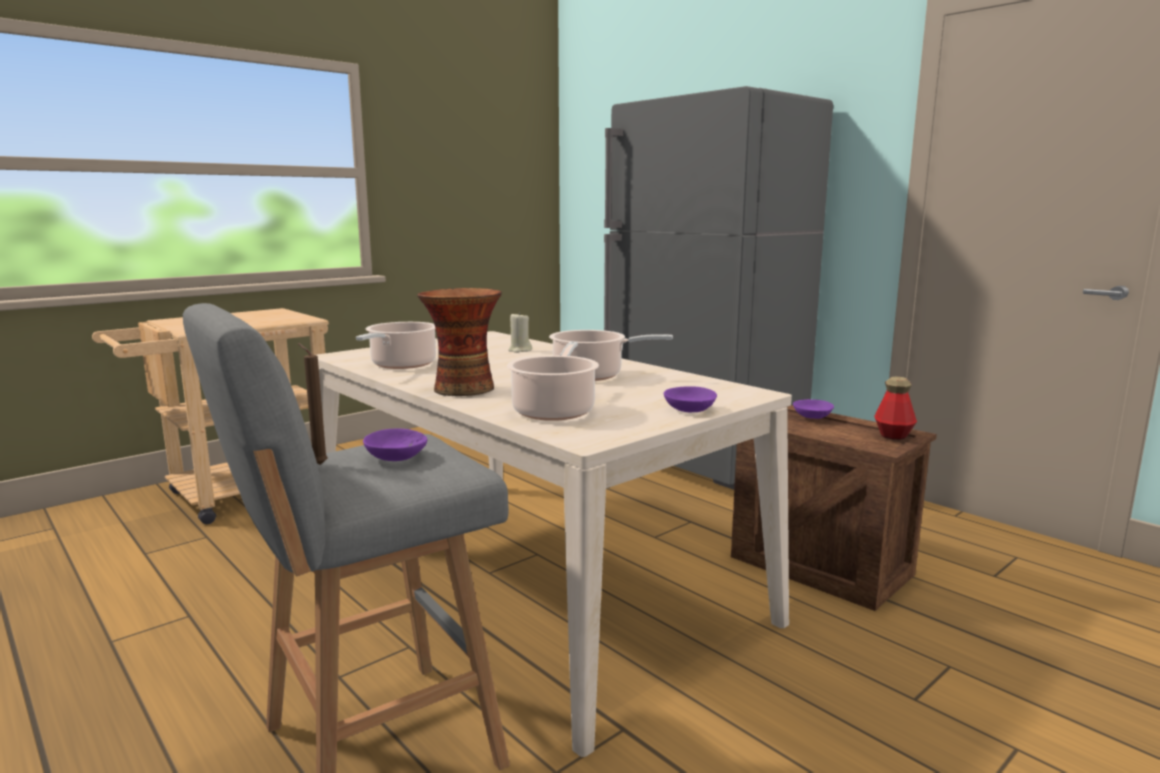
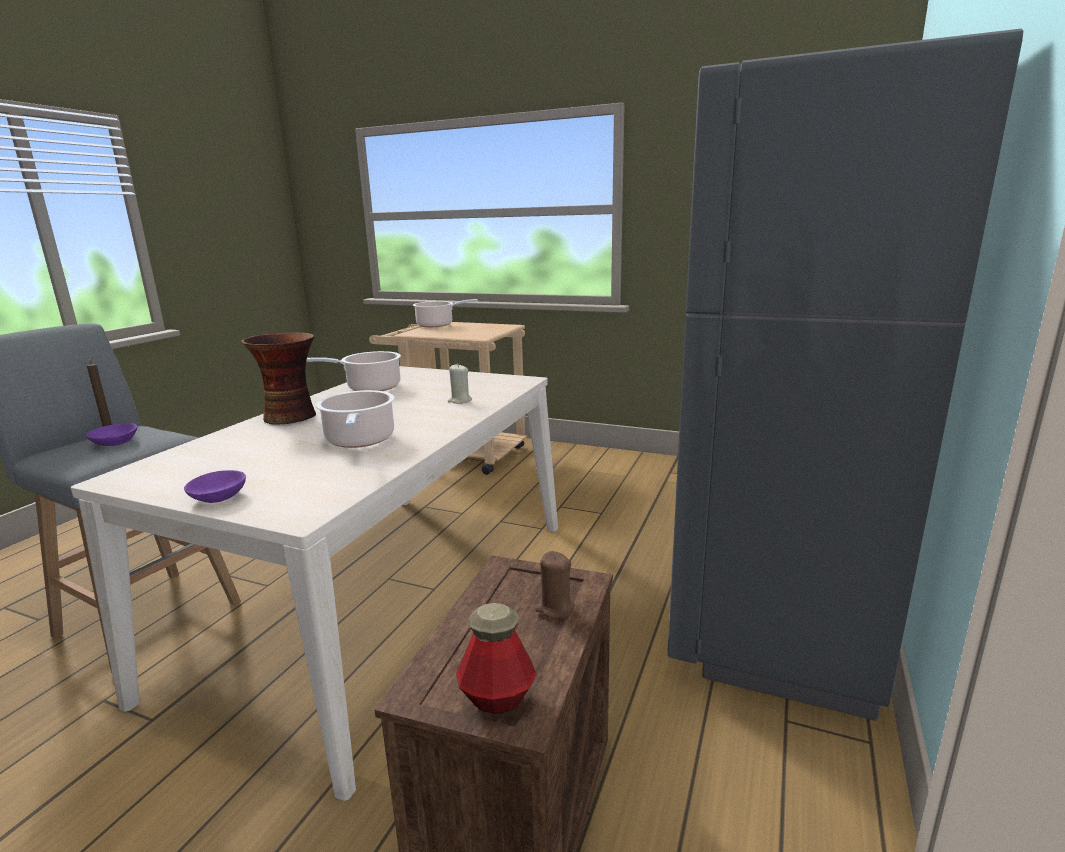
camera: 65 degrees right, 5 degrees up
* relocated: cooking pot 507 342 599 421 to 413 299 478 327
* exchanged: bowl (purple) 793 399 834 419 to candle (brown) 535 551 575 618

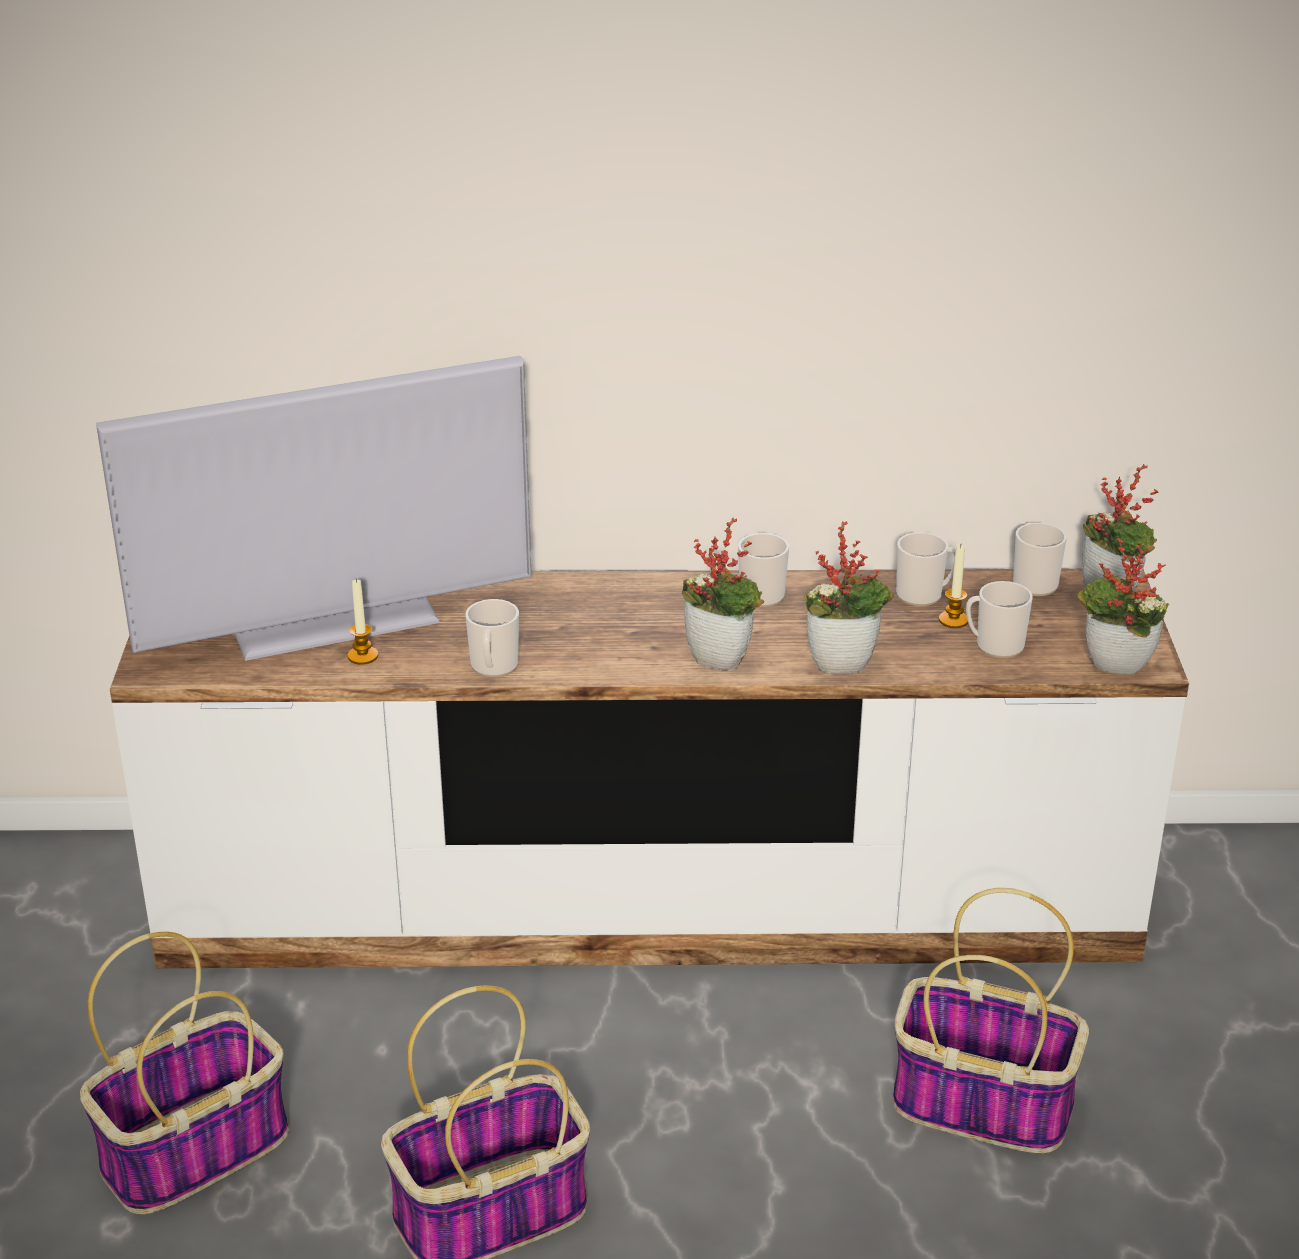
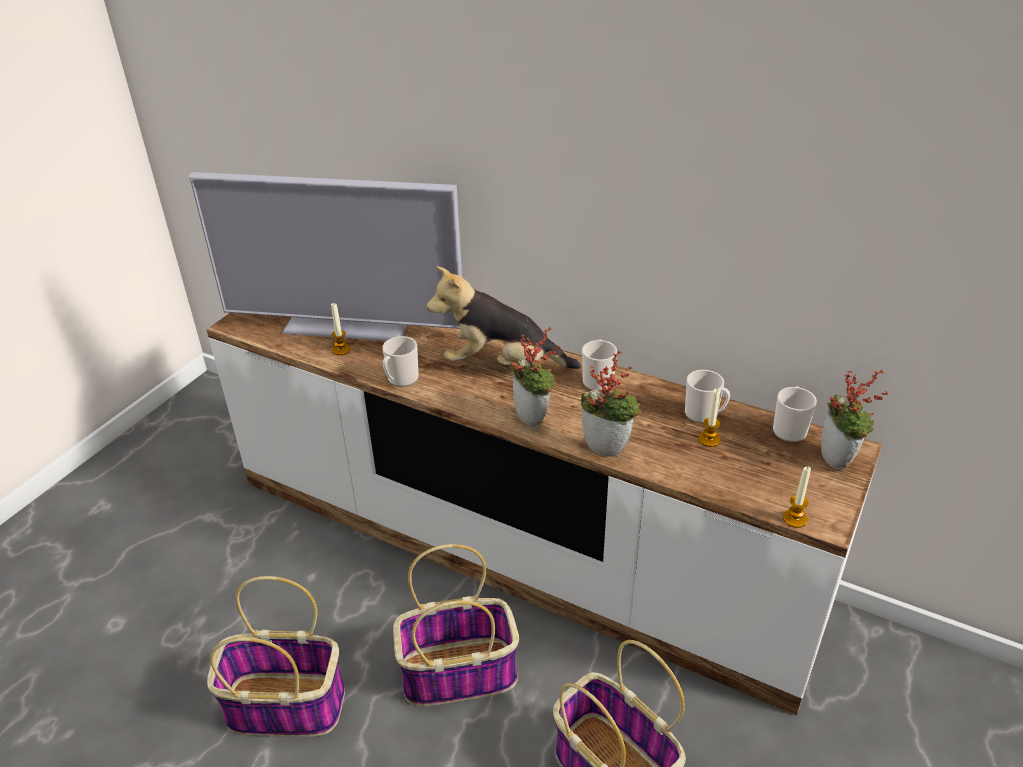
camera: 30 degrees right, 5 degrees up
* relocated: basket 80 931 289 1215 to 393 544 519 706
* appeared: plush toy 427 266 581 369
* exchanged: potted plant 1078 538 1169 674 to candle 783 466 811 528
* missing: mug 966 581 1033 658

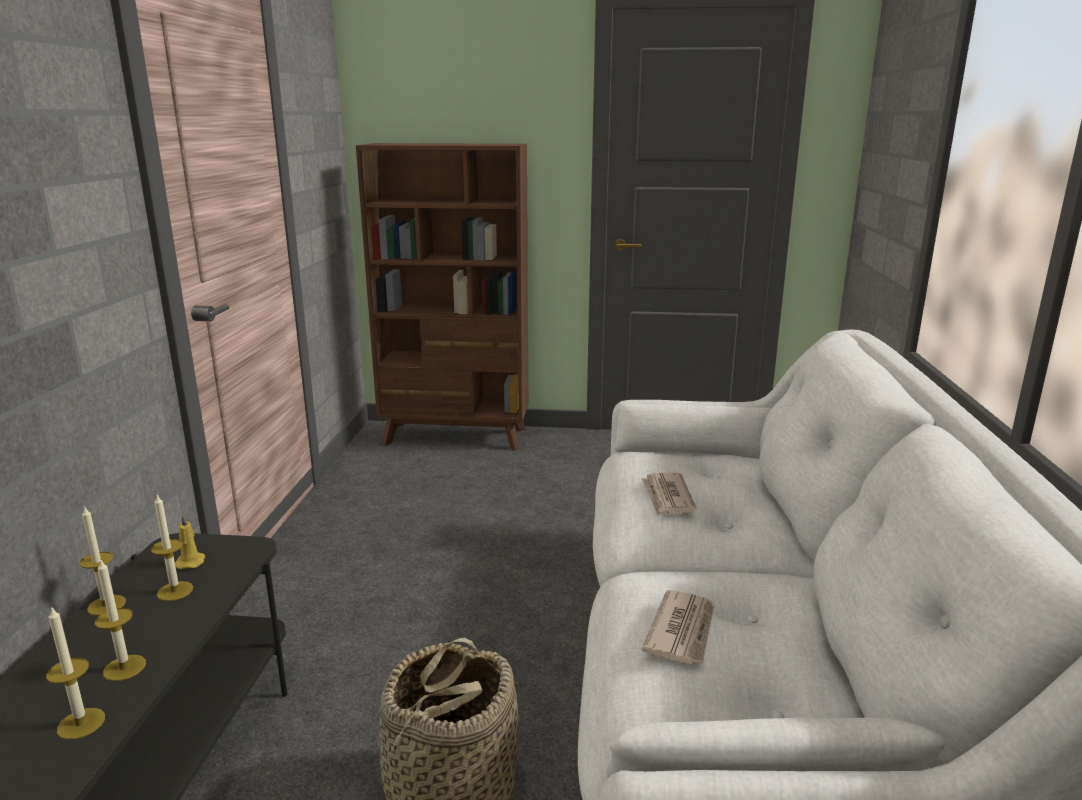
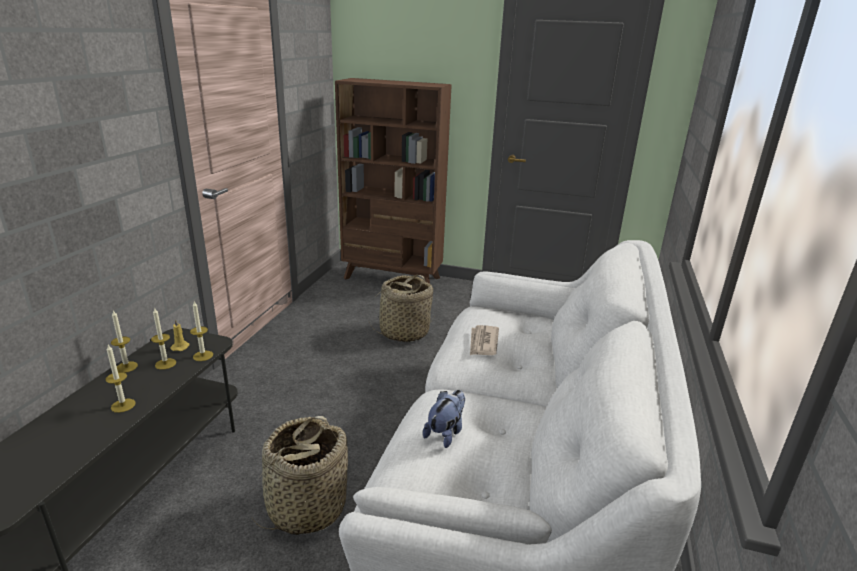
camera: 10 degrees right, 5 degrees up
* relocated: candle 46 606 105 740 to 190 301 213 361
* appeared: basket 369 275 434 342
* exchanged: newspaper 641 590 714 664 to plush toy 423 390 465 448

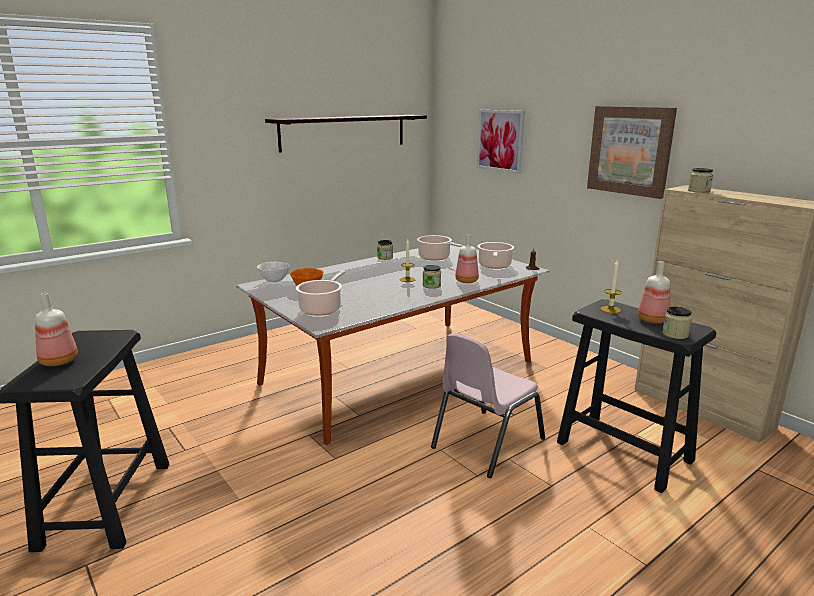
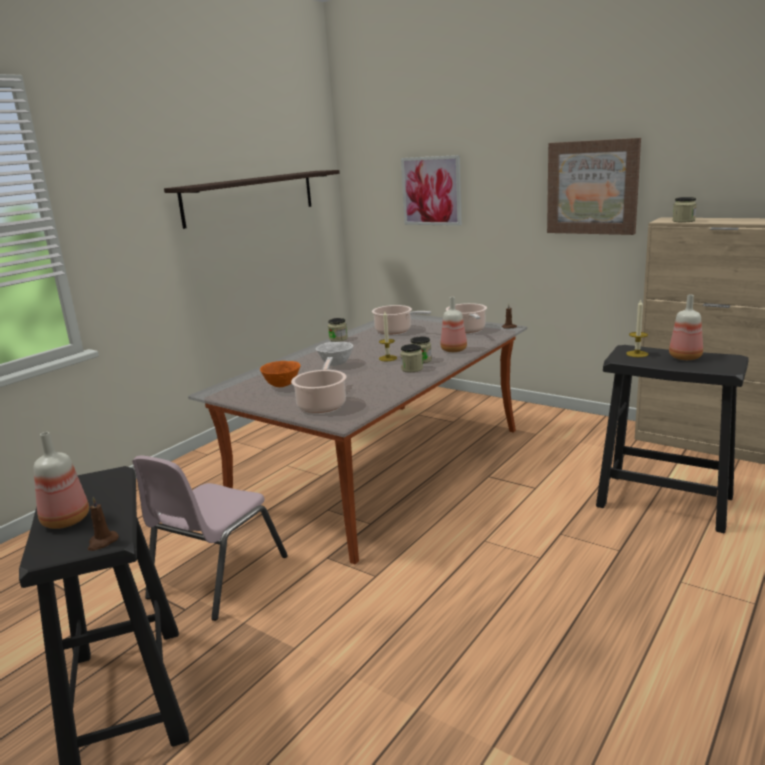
camera: 15 degrees left, 0 degrees up
* appeared: candle (brown) 88 497 119 551
* relocated: chair (pink) 431 333 545 478 to 132 456 288 621
* relocated: bowl (white) 257 262 290 282 to 316 342 353 366
* relocated: jar 662 306 692 339 to 400 344 423 372

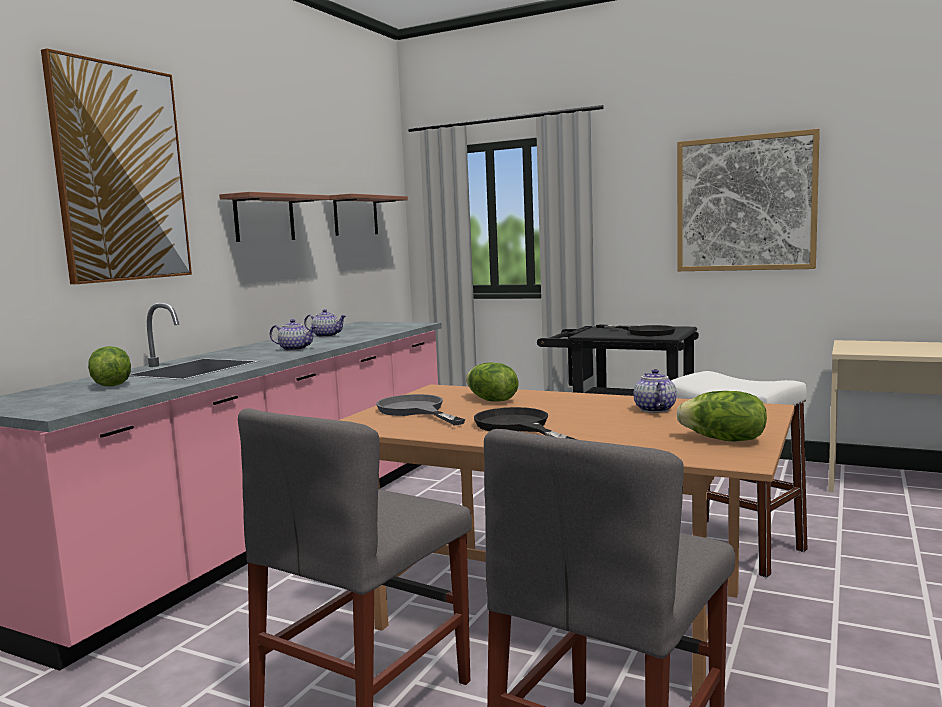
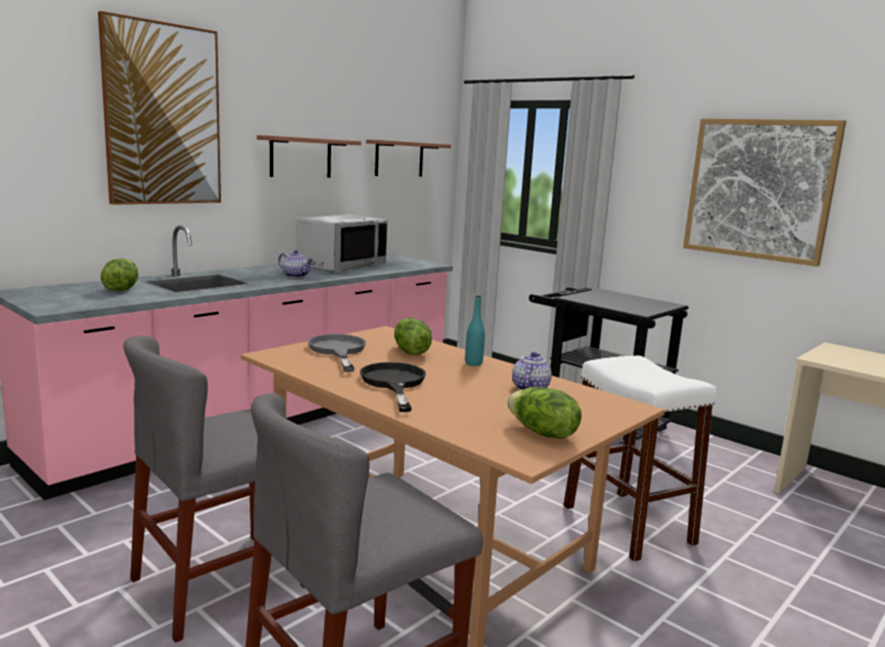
camera: 15 degrees right, 5 degrees up
* exchanged: teapot 304 309 346 337 to microwave (grey) 296 214 388 271
* appeared: bottle (turquoise) 465 295 485 366
* missing: frying pan (black) 596 324 676 336

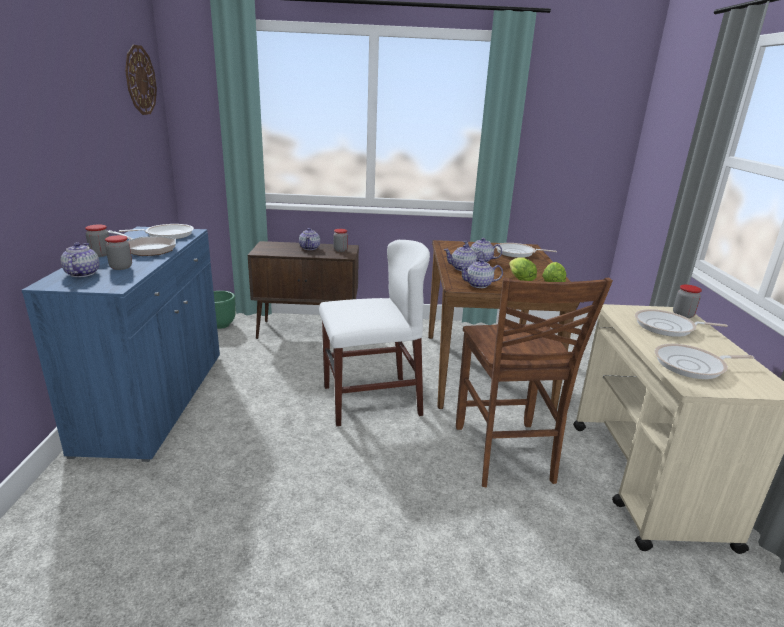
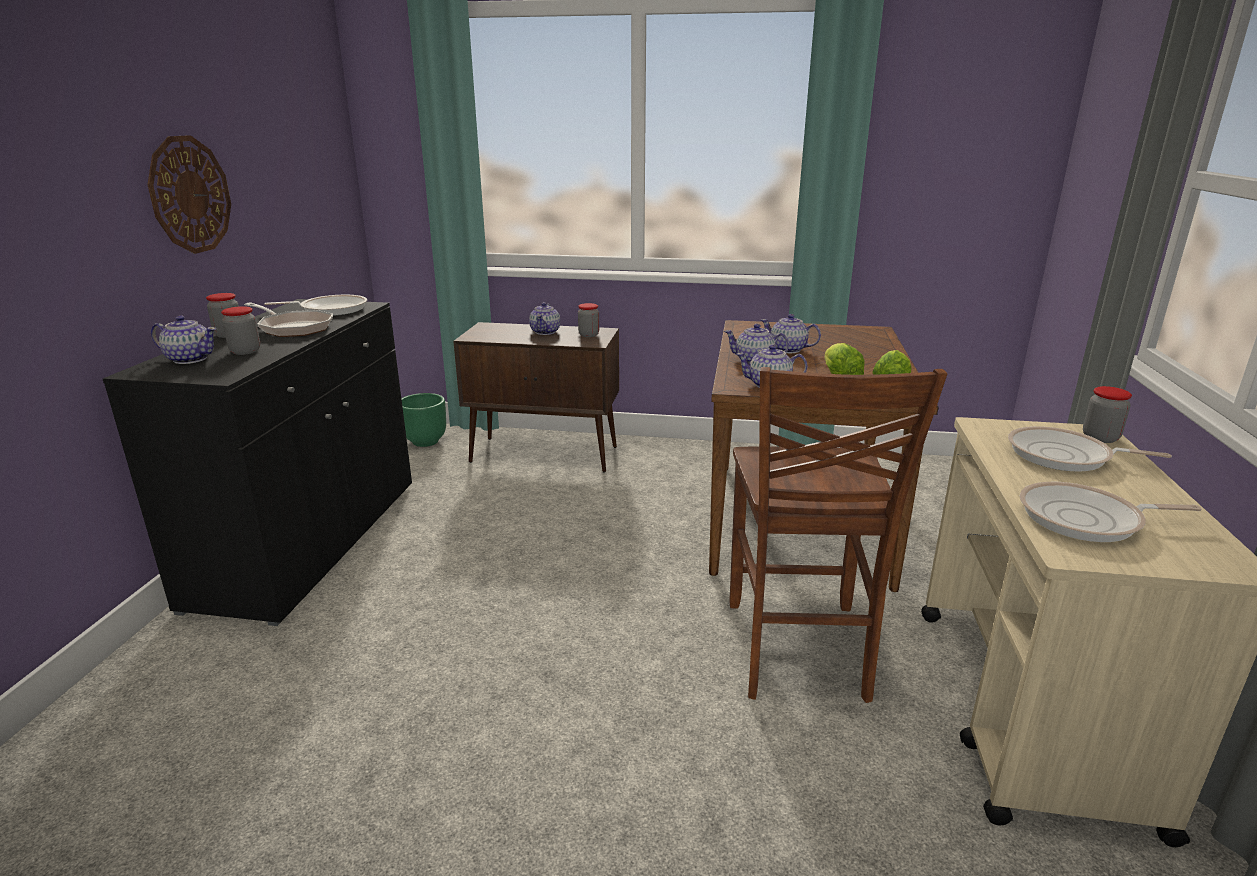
camera: 10 degrees right, 0 degrees up
* colour: cabinet (blue) 22 227 220 462 to cabinet (black) 103 299 412 626
* relocated: wall clock 125 45 157 115 to 147 135 231 254
* spun: teapot 61 242 100 277 = 151 315 216 364 105 degrees clockwise
* missing: chair (white) 319 240 430 426
* missing: frying pan 496 243 557 258

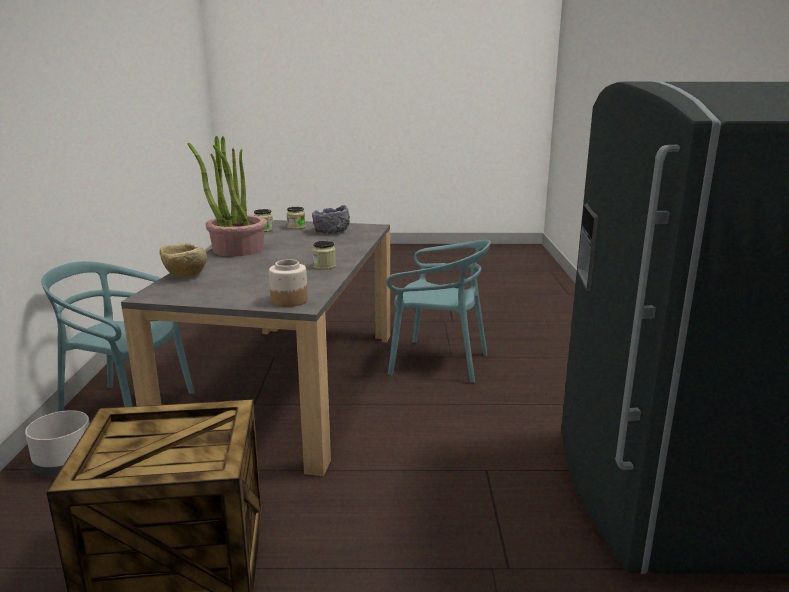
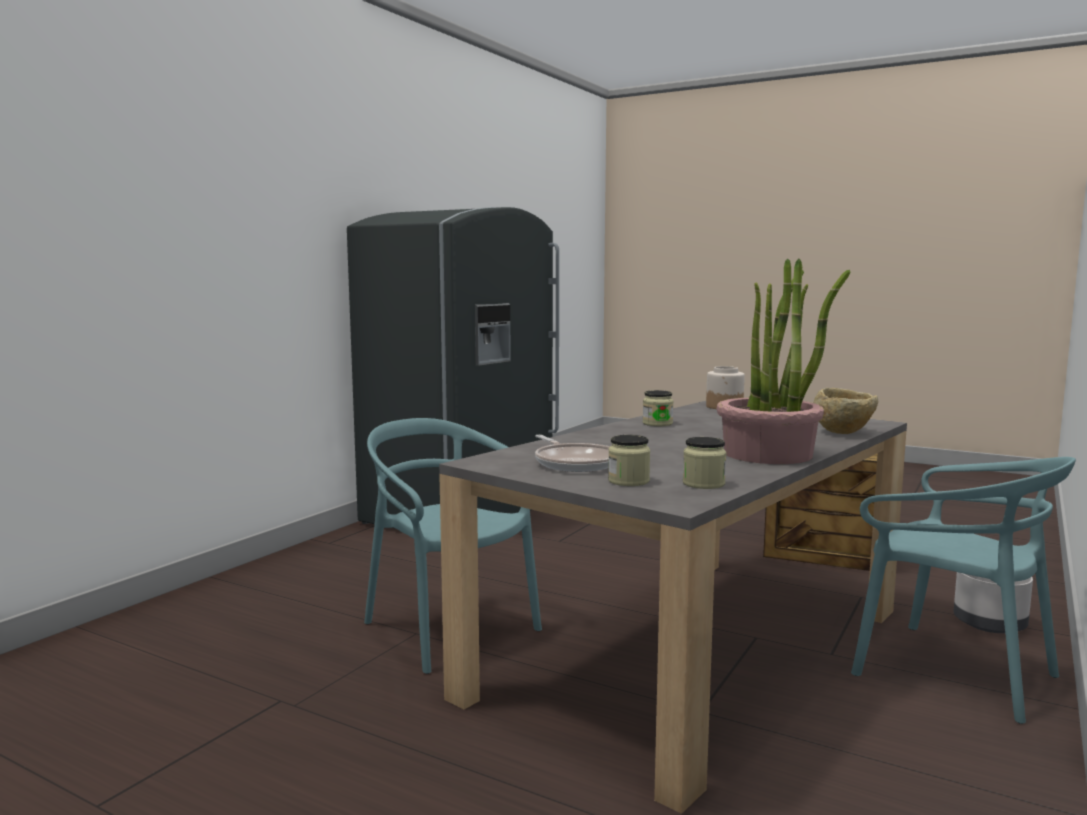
camera: 150 degrees left, 10 degrees down
* exchanged: bowl (grey) 312 205 350 234 to frying pan 535 435 610 472

